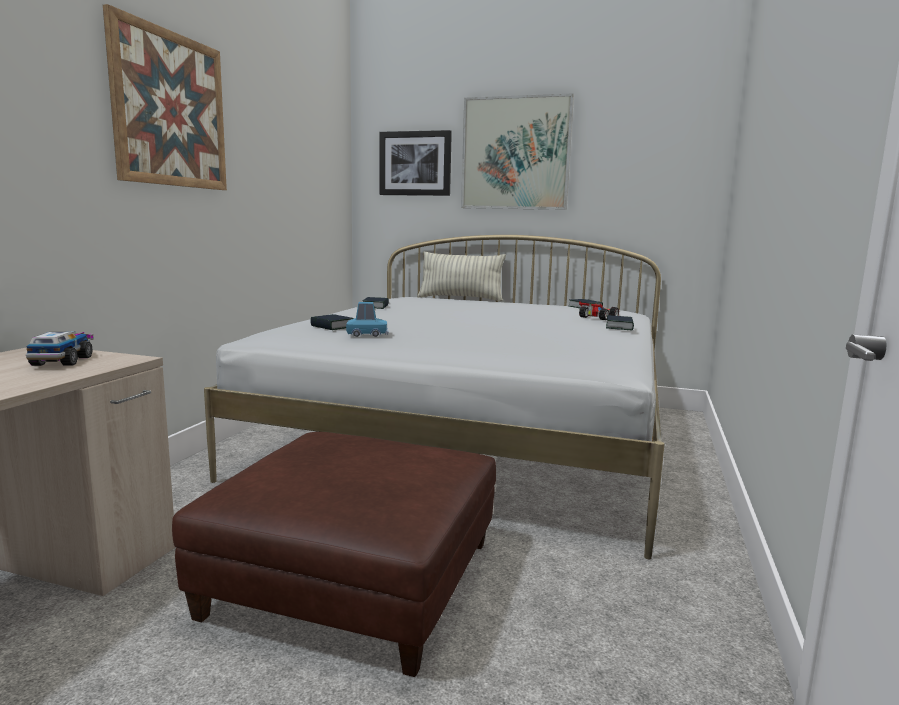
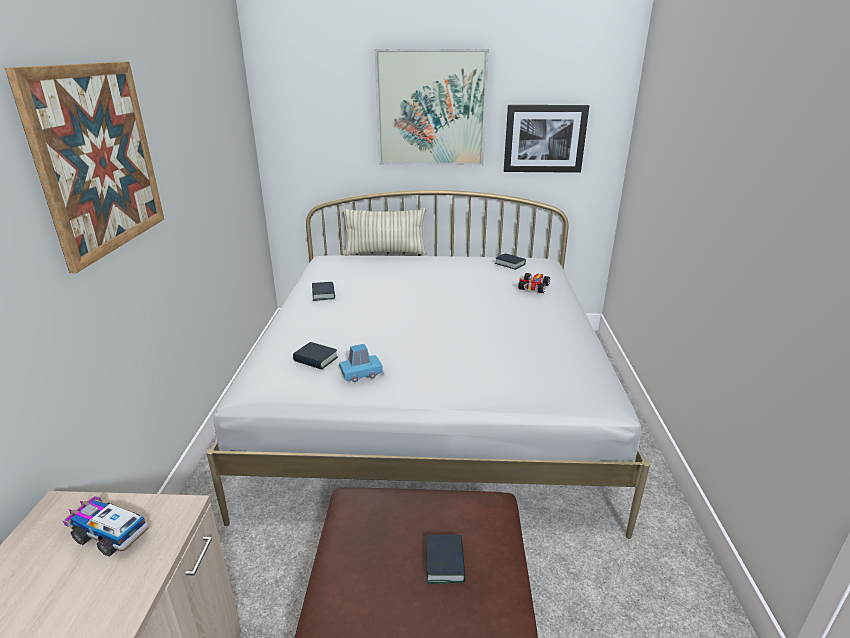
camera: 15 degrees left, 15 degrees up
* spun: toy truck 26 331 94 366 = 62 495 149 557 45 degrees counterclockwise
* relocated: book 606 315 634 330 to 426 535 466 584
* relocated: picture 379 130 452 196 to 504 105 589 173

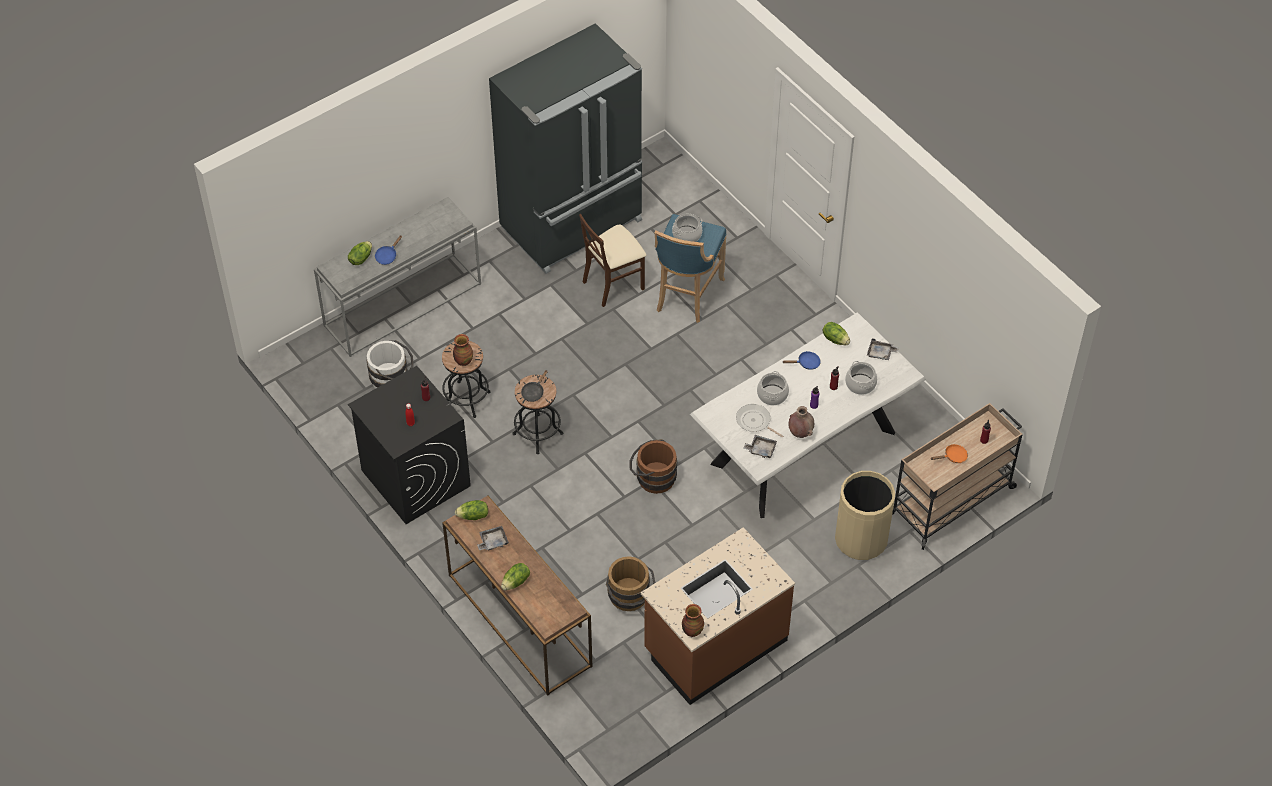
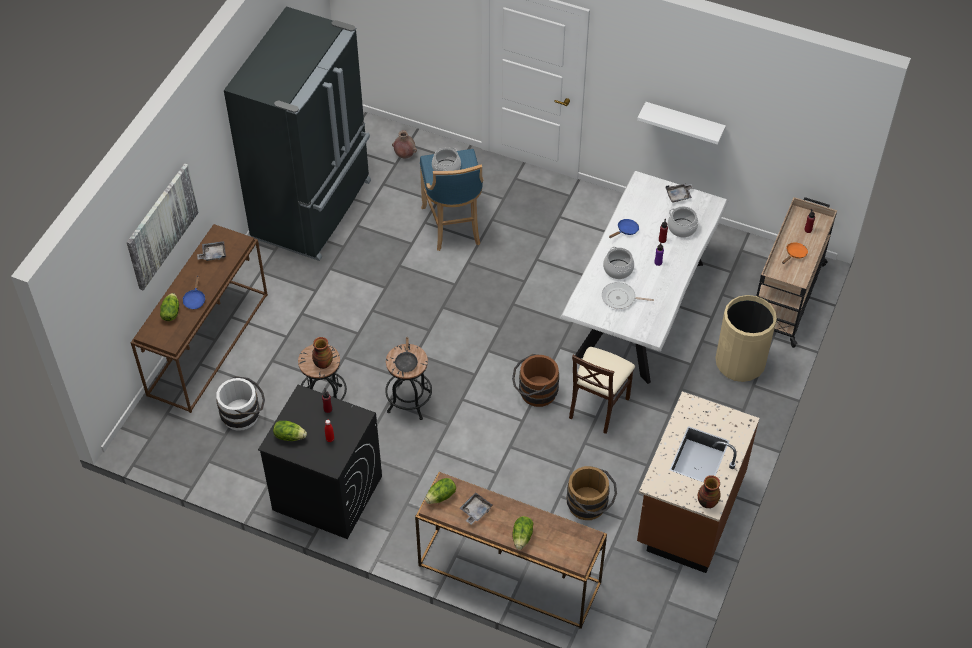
camera: 30 degrees left, 0 degrees up
* appeared: picture 126 163 199 291
* colour: console table (grey) 314 197 481 357 to console table (brown) 131 224 268 413
* relocated: tray (grey) 743 435 777 458 to 197 241 226 261
* relocated: lettuce 823 322 850 345 to 273 421 307 441
* relocated: vase (brown) 789 406 814 438 to 392 130 417 159
* relocated: chair (beige) 579 214 646 307 to 569 347 635 434
* appeared: shelf (white) 637 102 726 145

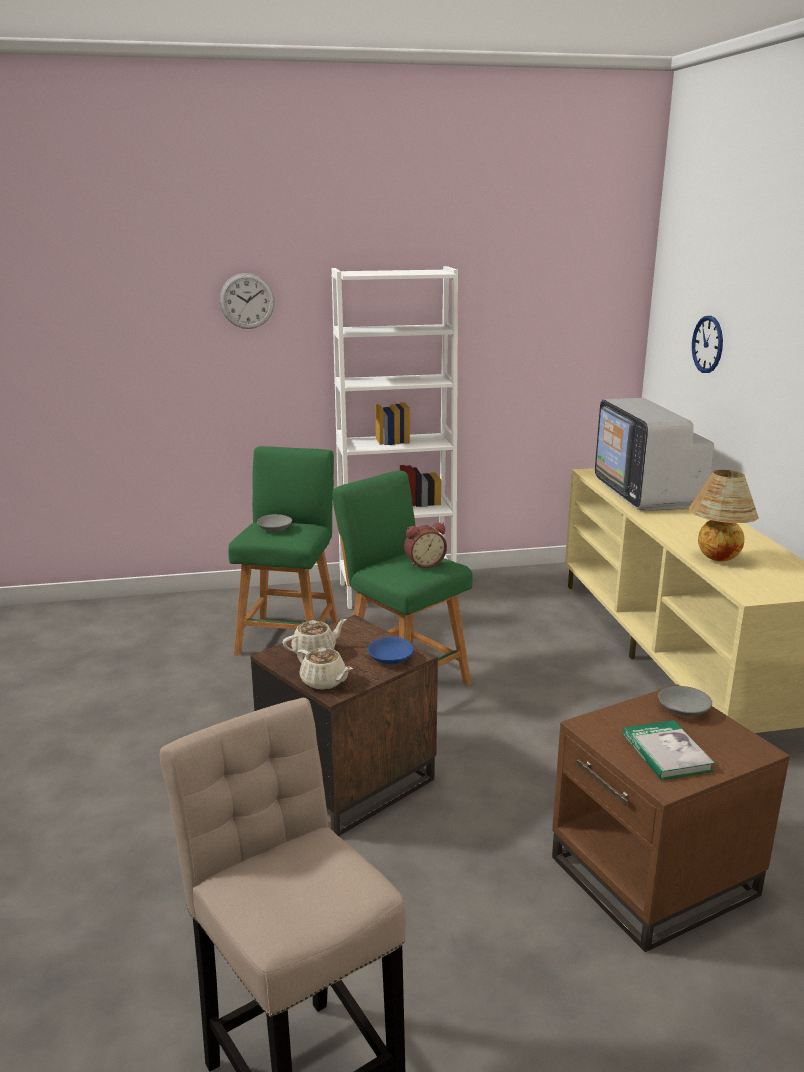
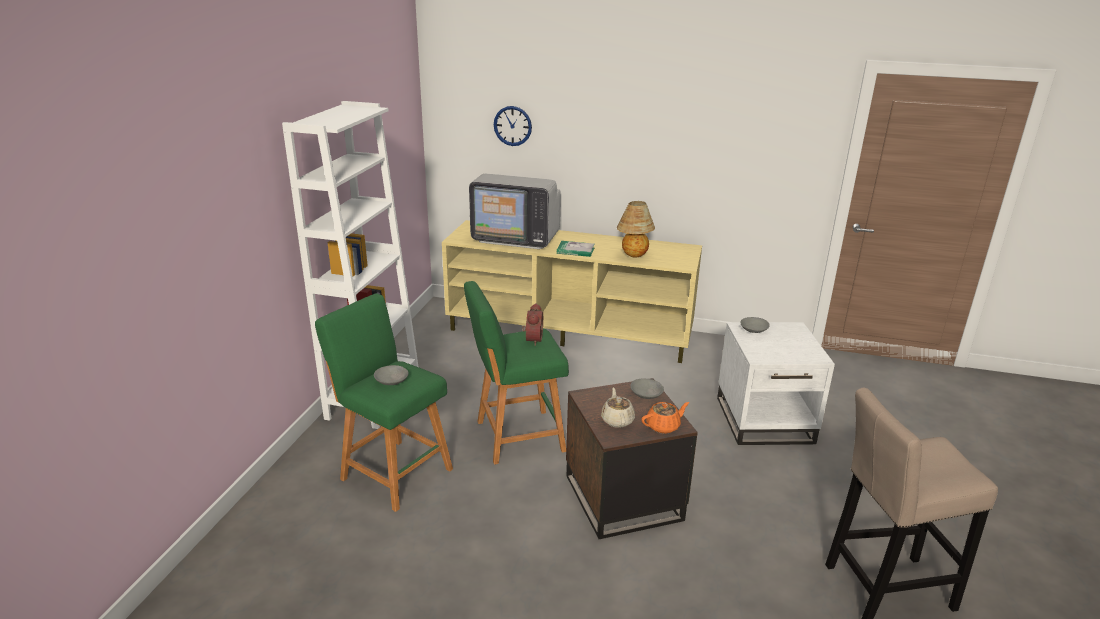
camera: 65 degrees left, 5 degrees up
* relocated: book 623 720 715 780 to 557 241 595 257
* colour: bowl (blue) 368 637 414 665 to bowl (grey) 630 379 664 399
* colour: teapot (beige) 297 648 353 690 to teapot (orange) 641 402 689 434
* colour: side table (brown) 552 684 790 952 to side table (white) 717 322 835 445
* missing: wall clock 220 273 275 329

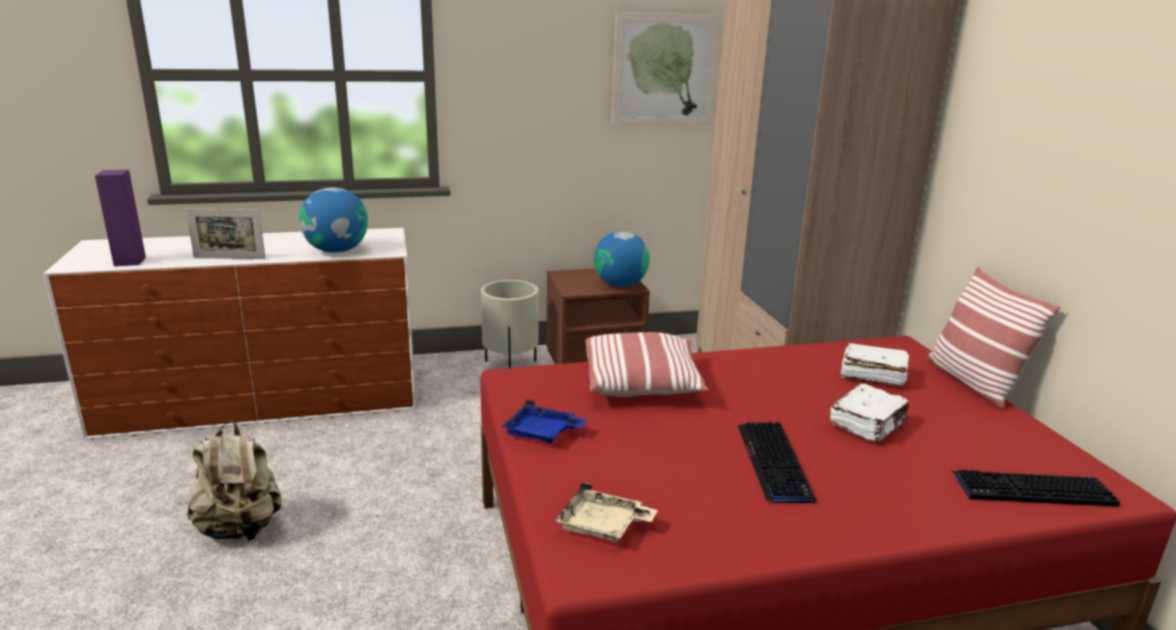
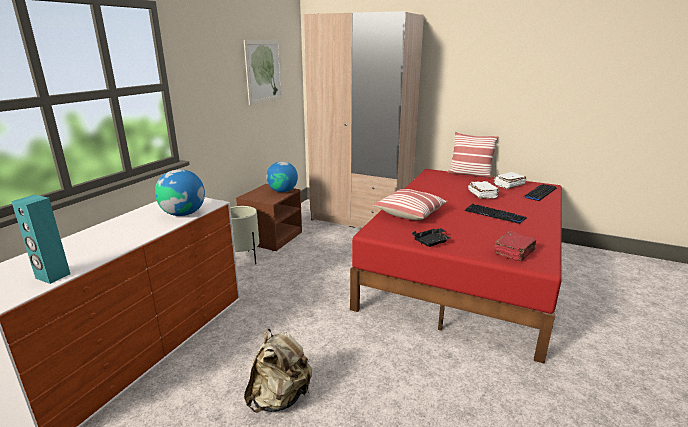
camera: 50 degrees left, 0 degrees up
* colour: speaker (purple) 95 170 146 266 to speaker (turquoise) 11 194 70 284
* colour: tray (blue) 501 399 587 444 to tray (black) 412 228 450 247
* relocated: book (white) 840 343 909 387 to 493 172 526 189
* exchanged: tray (beige) 555 482 658 542 to book (red) 494 231 536 261
* missing: picture frame 186 208 266 259

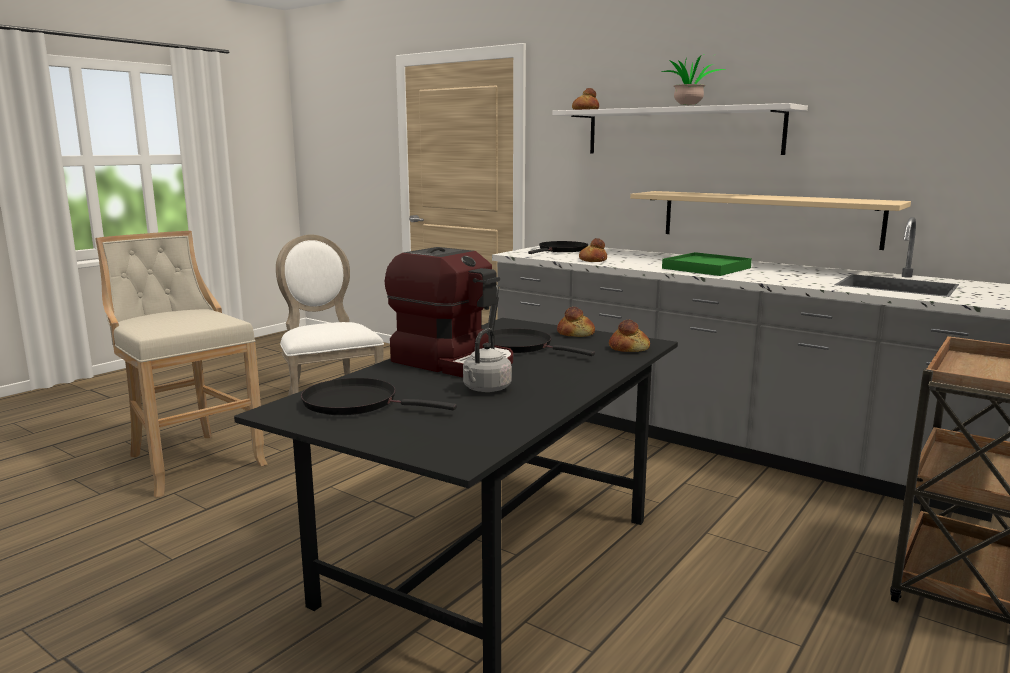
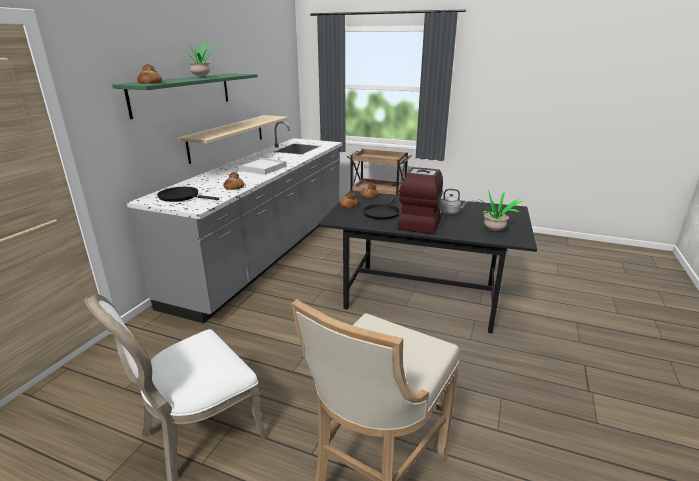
camera: 105 degrees left, 10 degrees up
* colour: shelf (white) 552 103 808 155 to shelf (green) 112 73 257 119
* colour: tray (green) 662 252 752 276 to tray (white) 237 157 287 175
* exchanged: frying pan (black) 301 378 457 415 to potted plant 474 190 522 231

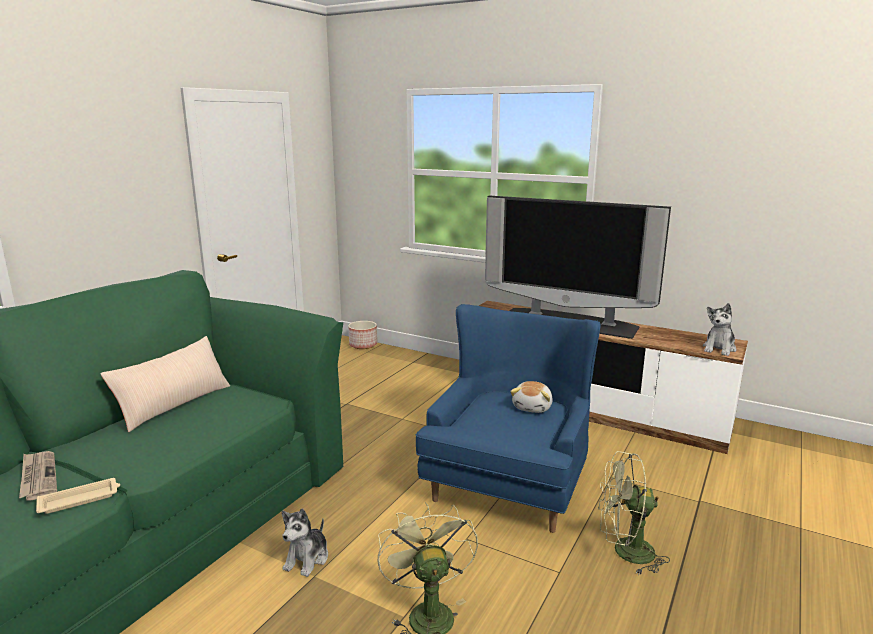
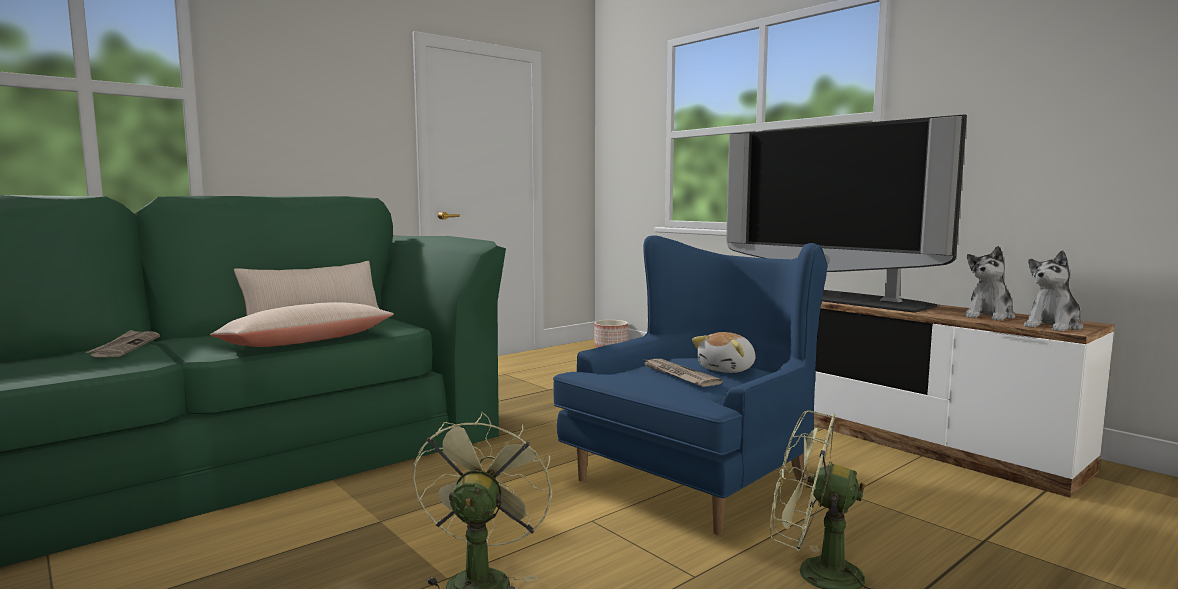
camera: 20 degrees right, 10 degrees down
* appeared: pillow (beige) 210 302 394 347
* appeared: newspaper 645 359 723 387
* relocated: plush toy 282 508 328 577 to 965 246 1016 321
* missing: tray (beige) 36 478 120 514

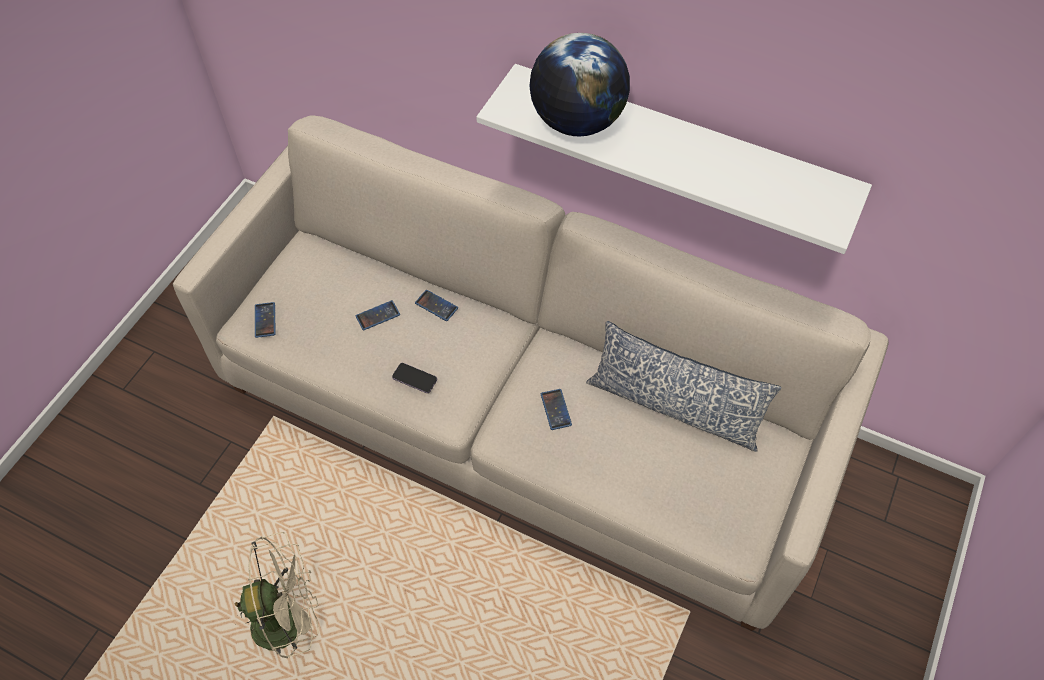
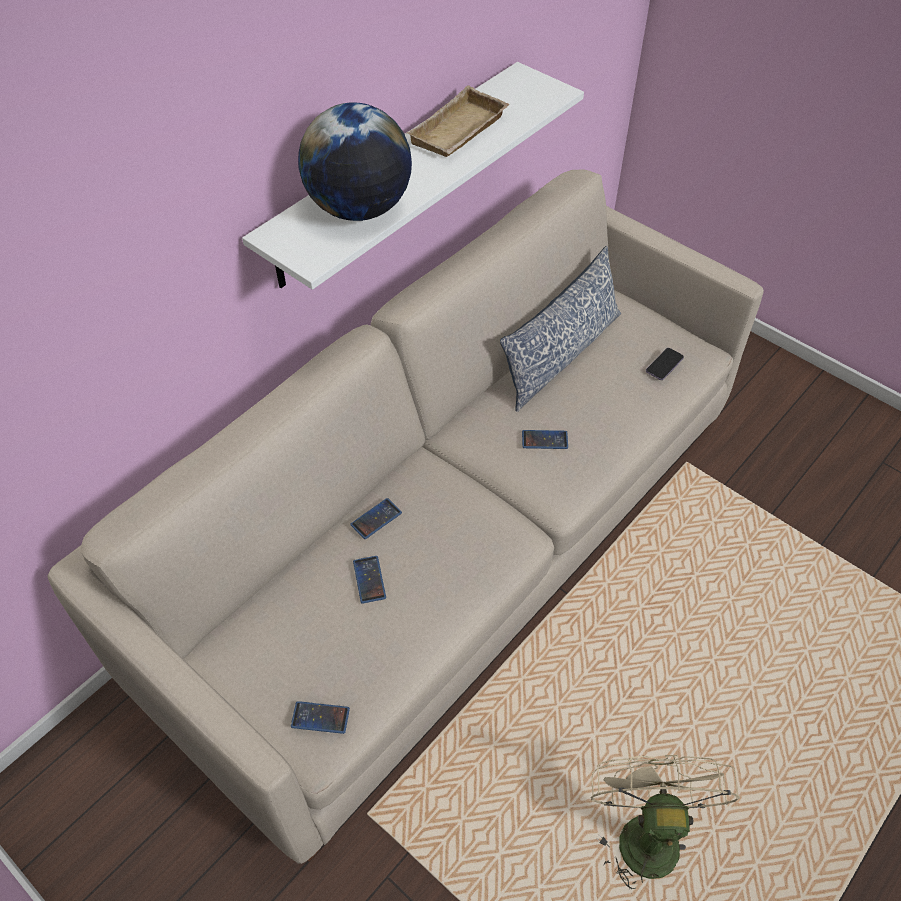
camera: 75 degrees left, 5 degrees down
* appeared: tray (beige) 407 85 509 157
* relocated: phone 392 363 437 393 to 646 348 684 380

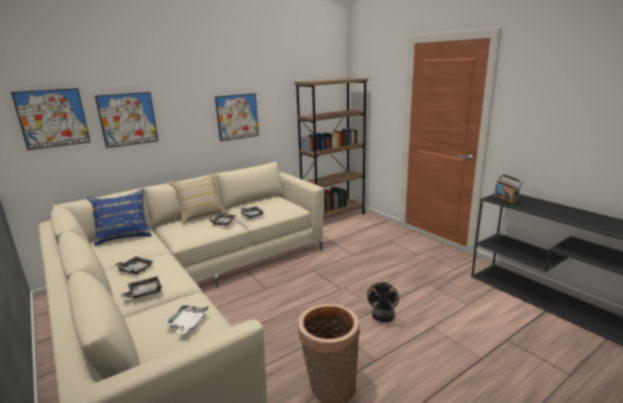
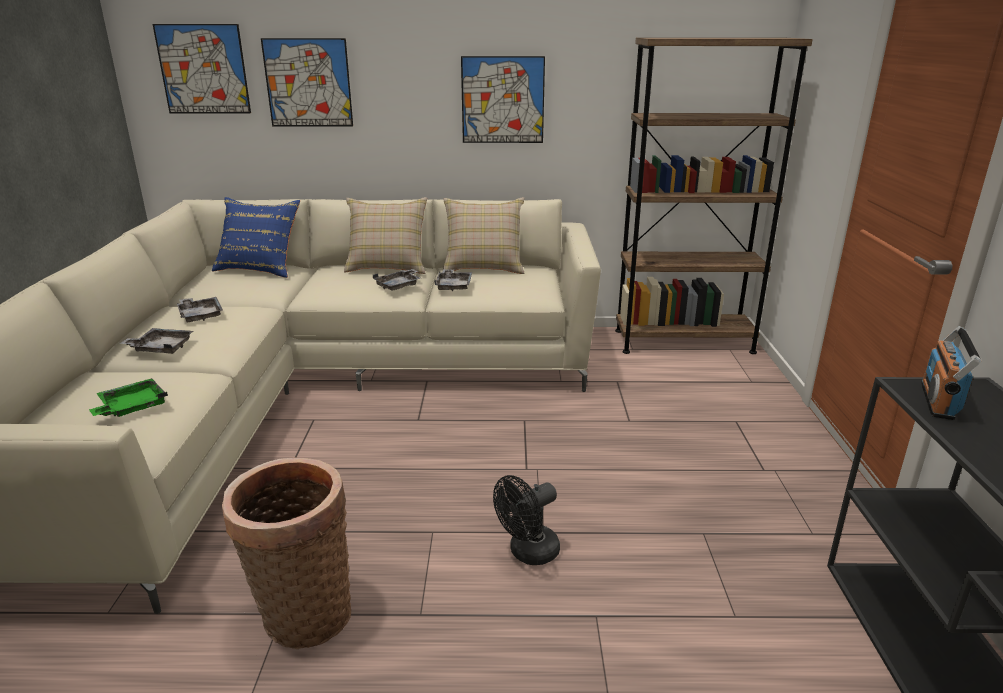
camera: 35 degrees right, 5 degrees up
* colour: tray (white) 164 305 208 333 to tray (green) 89 378 168 417
* appeared: pillow (beige) 443 197 525 274

